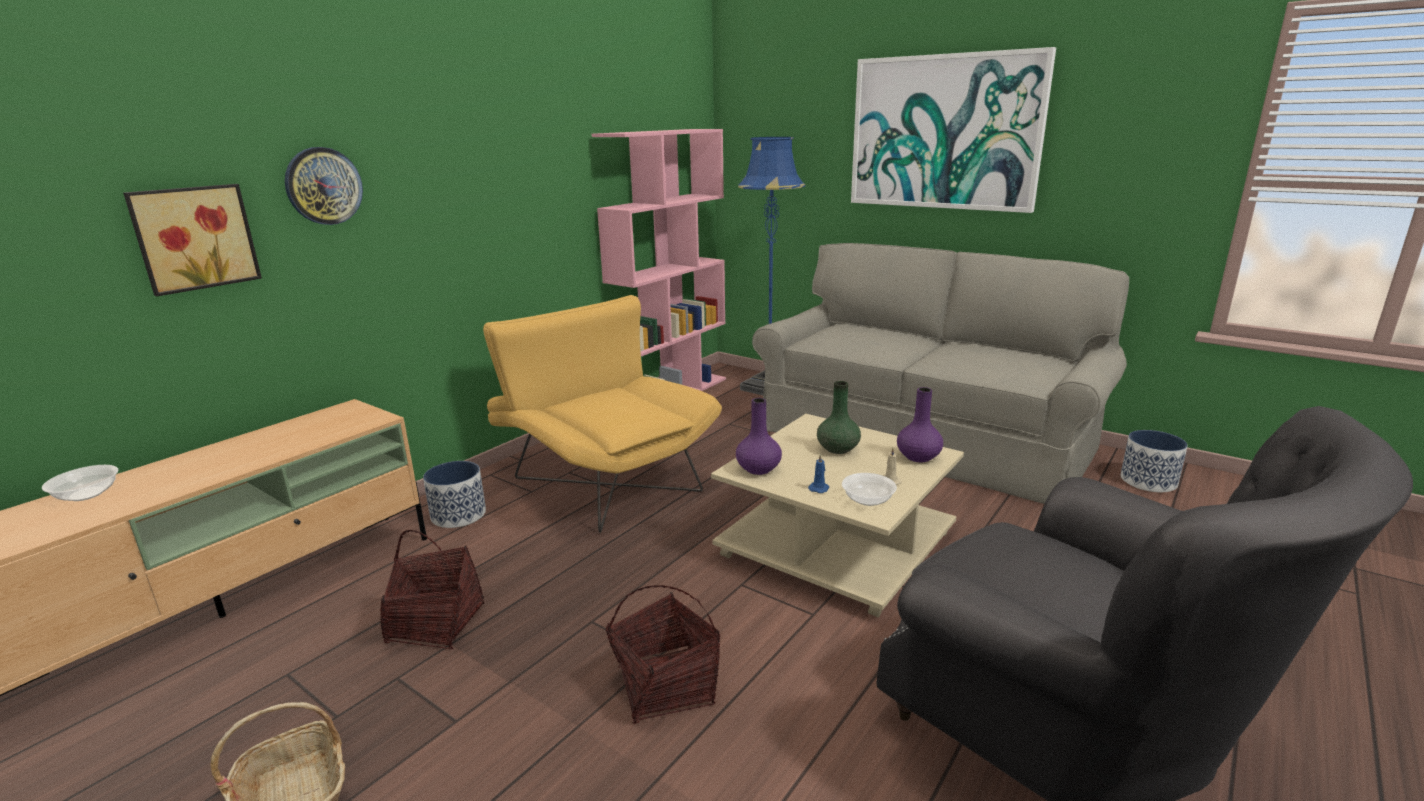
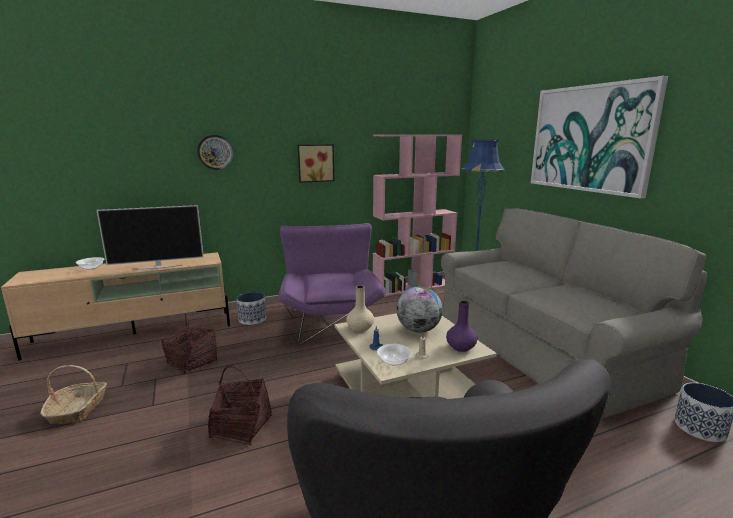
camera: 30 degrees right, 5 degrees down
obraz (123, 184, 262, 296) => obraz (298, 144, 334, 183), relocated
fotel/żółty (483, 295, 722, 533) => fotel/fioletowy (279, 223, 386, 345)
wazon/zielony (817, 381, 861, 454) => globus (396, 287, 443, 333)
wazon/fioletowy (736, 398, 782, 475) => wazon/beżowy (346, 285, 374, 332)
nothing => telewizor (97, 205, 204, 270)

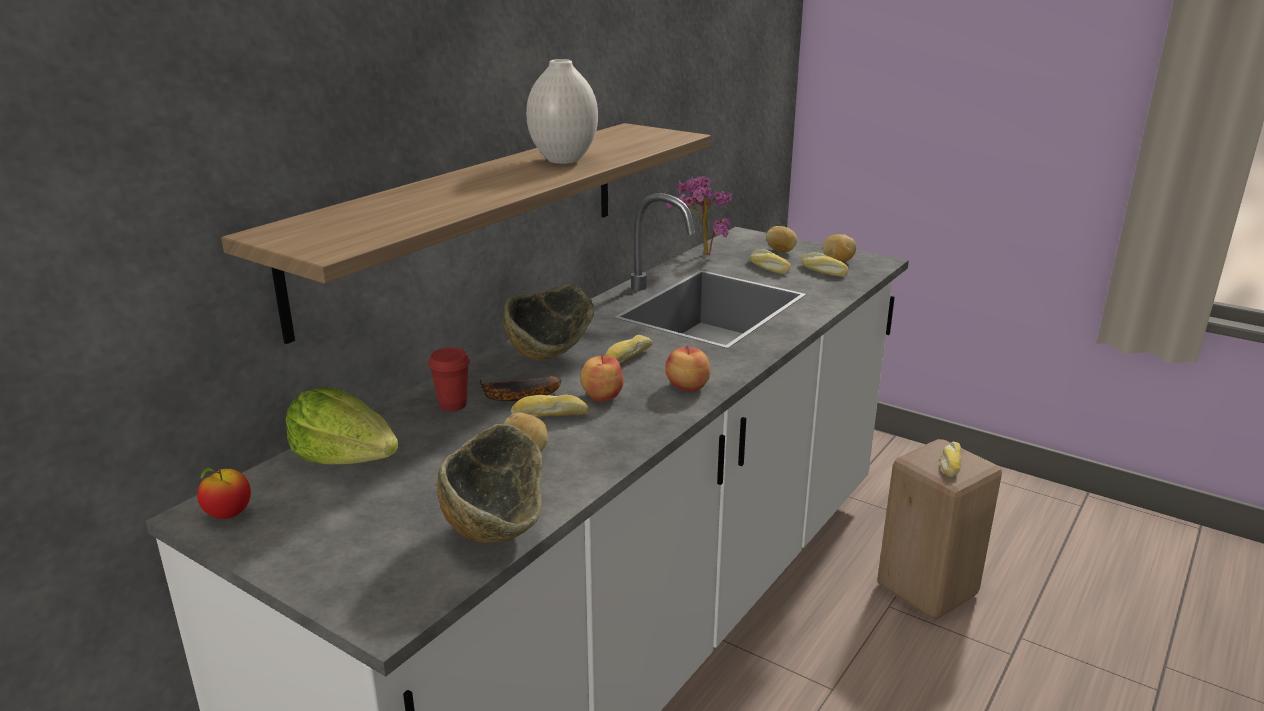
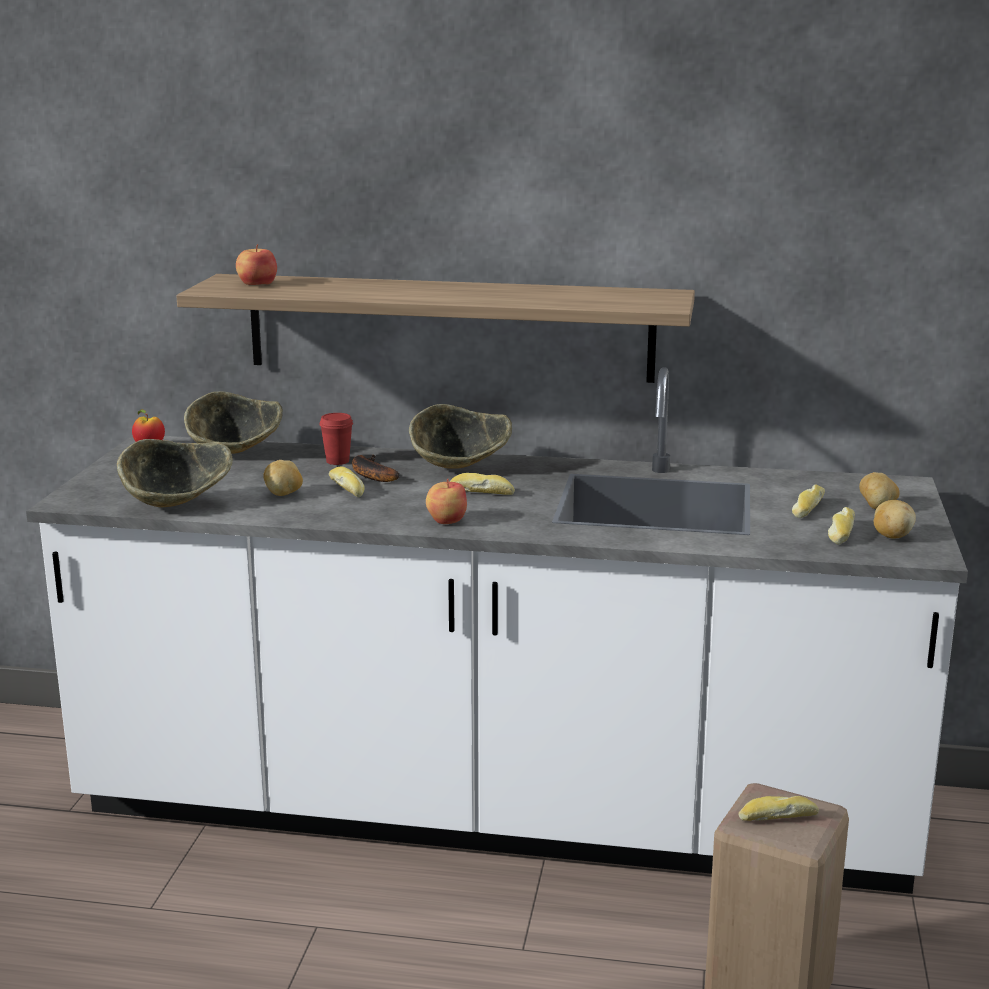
camera: 65 degrees right, 5 degrees down
wazon/biały (526, 59, 598, 164) => nothing
roślina doniczkowa (666, 176, 732, 255) => nothing
jabłko (580, 354, 624, 402) => jabłko (236, 244, 277, 285), relocated
sałata (286, 387, 399, 465) => miska (184, 391, 283, 454)

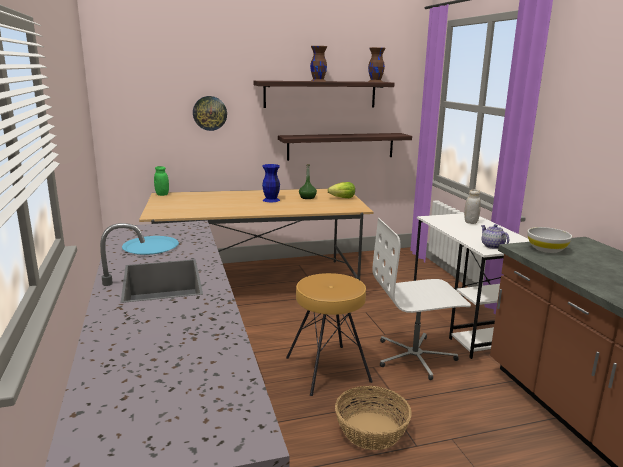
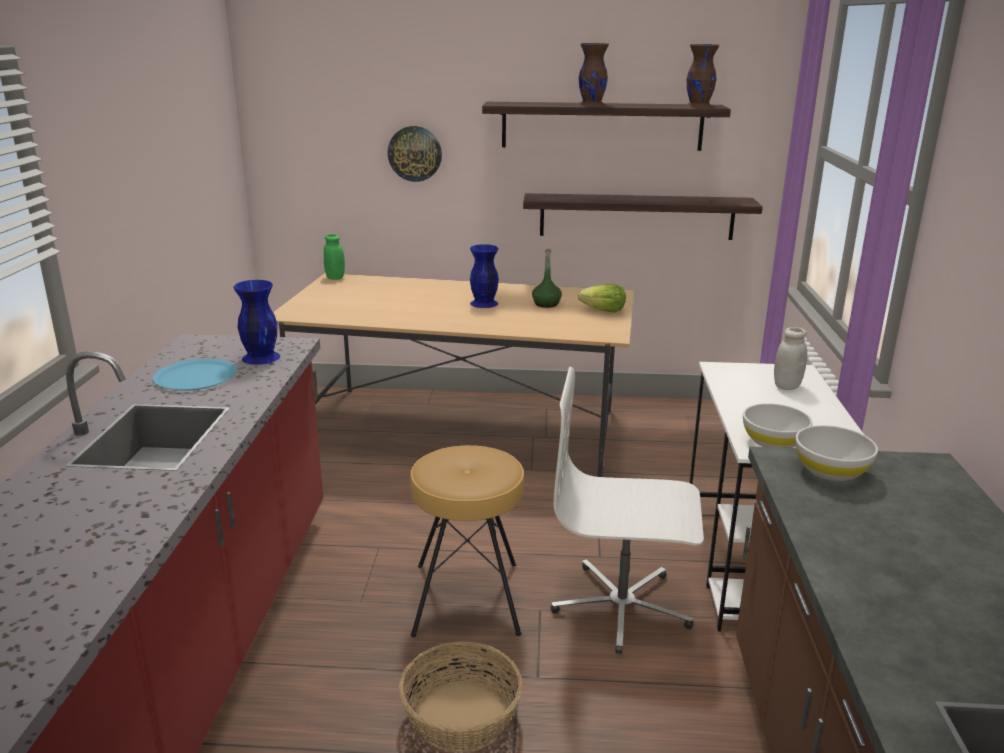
camera: 20 degrees right, 5 degrees up
imbryk (481, 224, 509, 249) => miska/biały (743, 403, 812, 448)
nothing => wazon/niebieski (233, 280, 280, 365)

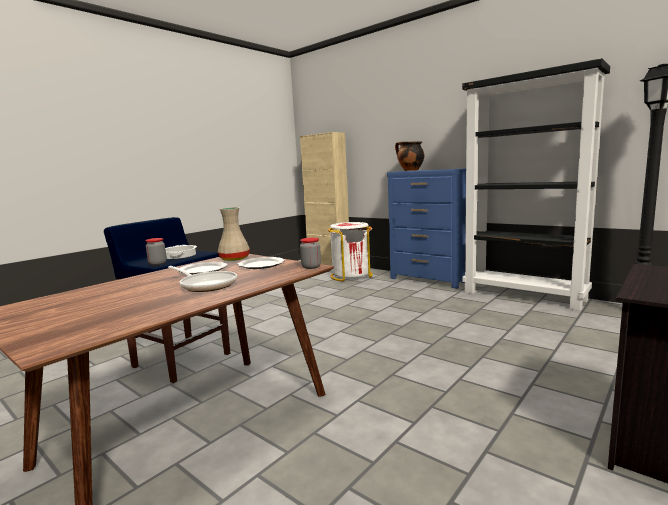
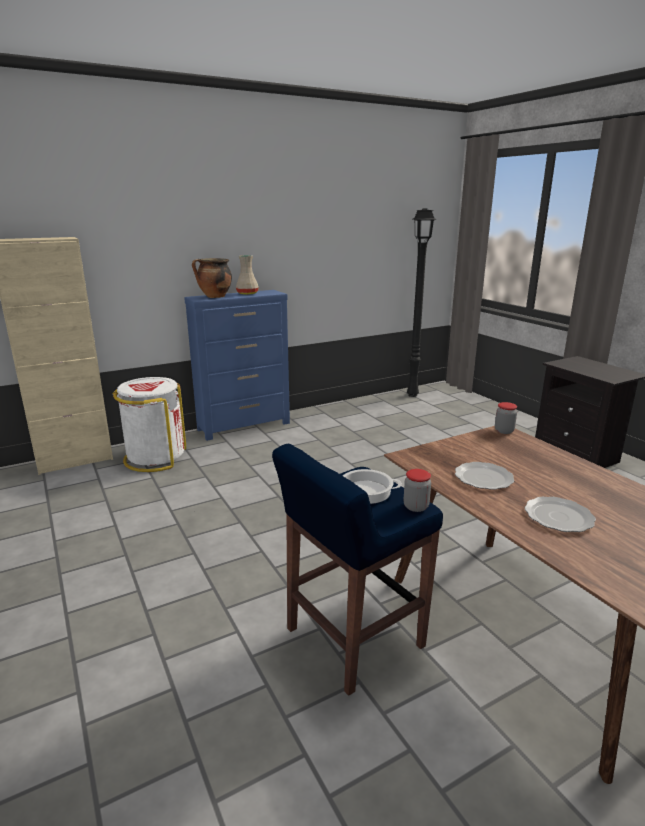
camera: 70 degrees left, 10 degrees up
regał/czarny (462, 58, 610, 311) => nothing
wazon/beżowy (218, 207, 250, 261) => wazon/beżowy (236, 255, 259, 295), relocated
talerz (238, 257, 285, 269) => talerz (525, 497, 596, 532), relocated
patelnia (168, 266, 237, 292) => nothing

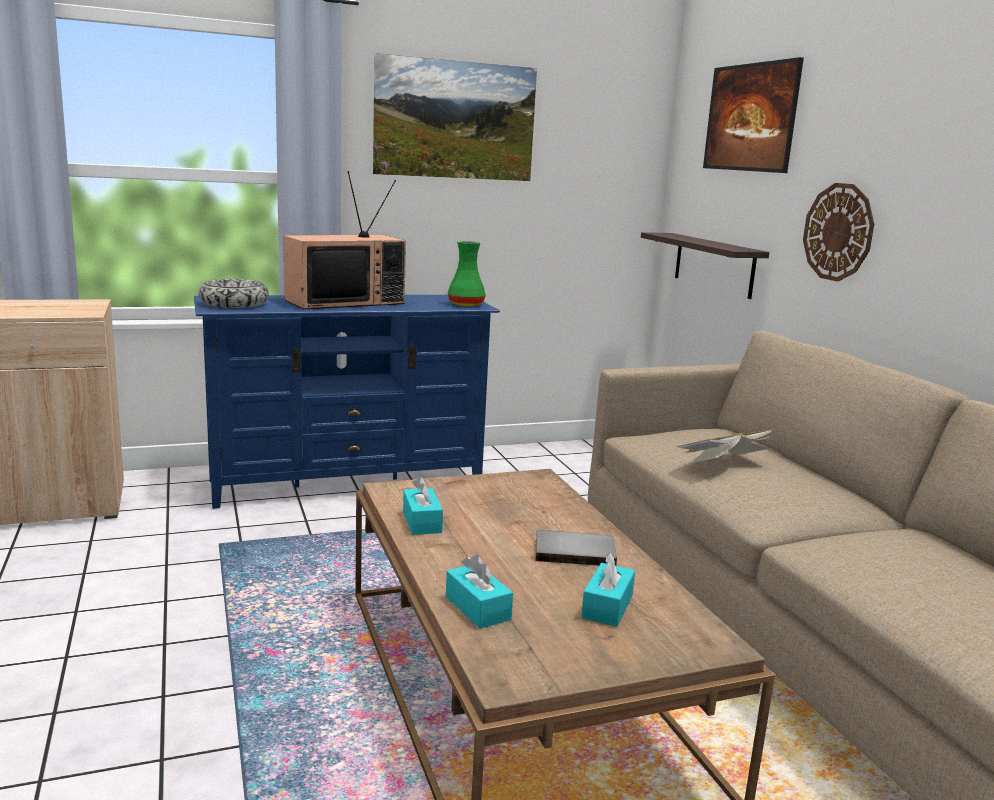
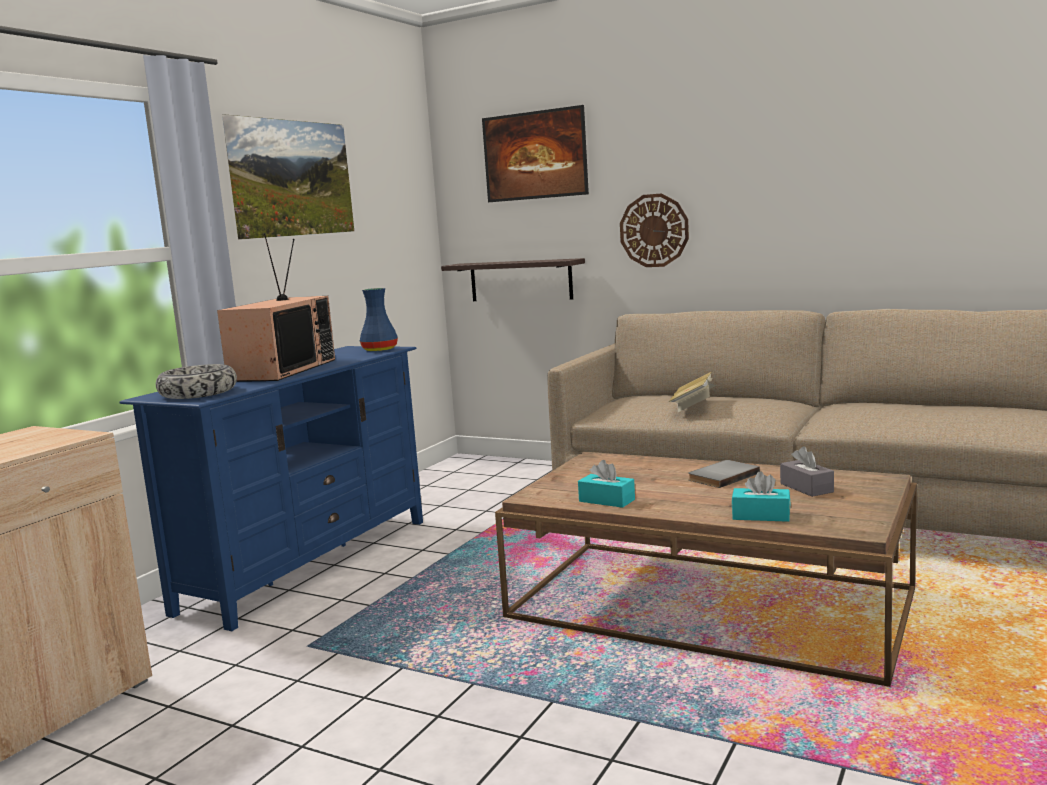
camera: 40 degrees left, 5 degrees down
wazon/zielony (448, 241, 486, 307) => wazon/niebieski (360, 288, 398, 352)
pudełko chusteczek/turkusowy (581, 553, 635, 627) => pudełko chusteczek/szary (780, 446, 834, 497)

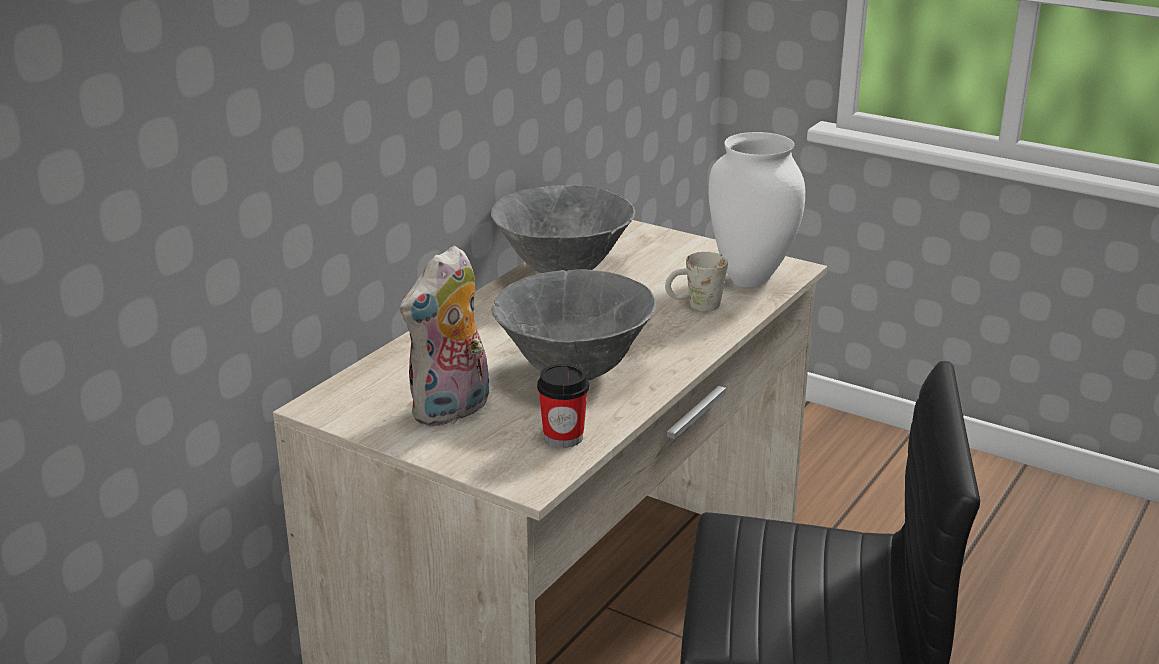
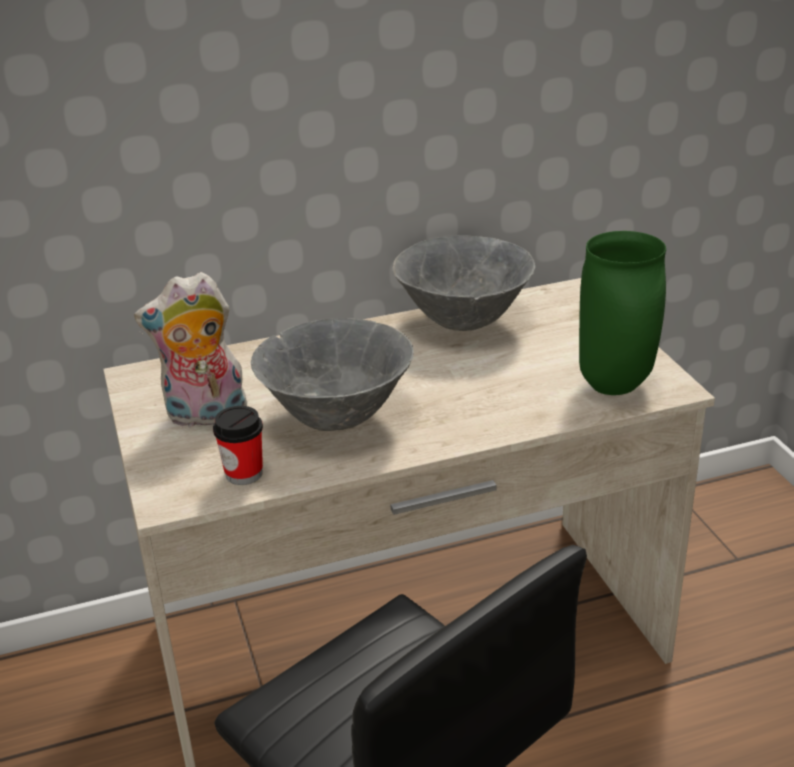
camera: 40 degrees right, 5 degrees up
wazon/biały (708, 132, 805, 287) => wazon/zielony (579, 231, 666, 395)
kubek/biały (665, 252, 728, 312) => nothing

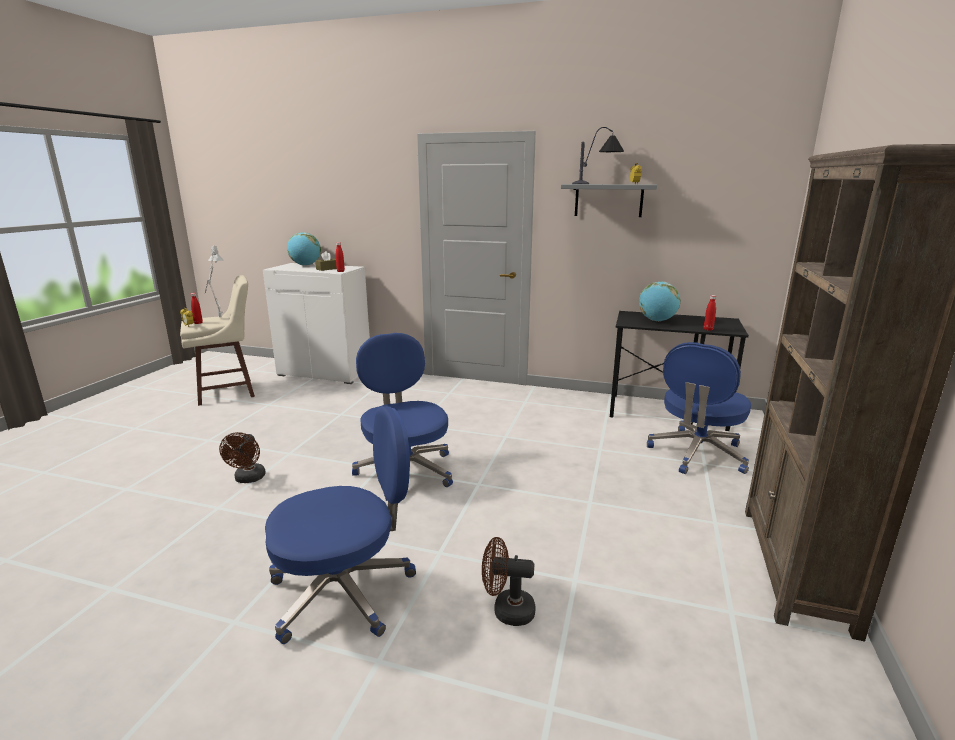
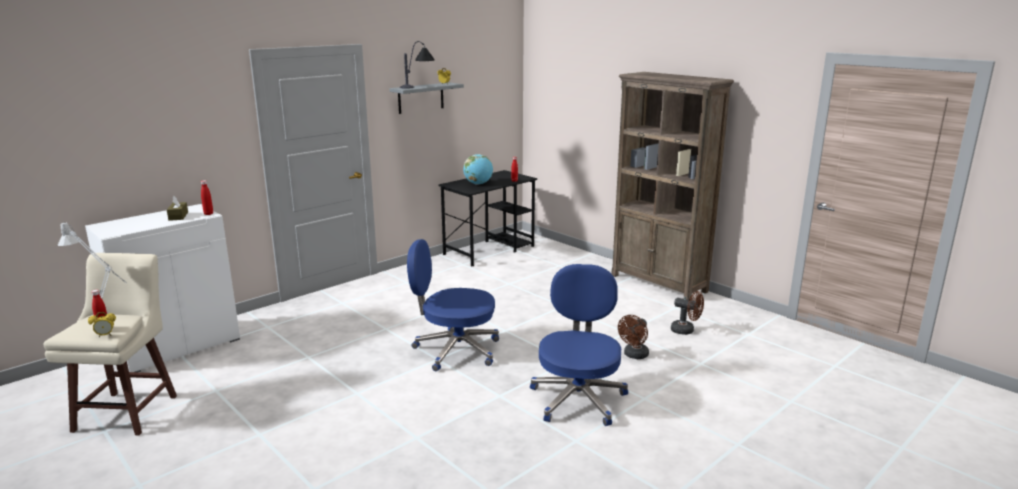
camera: 60 degrees left, 0 degrees up
globus (287, 232, 321, 266) => nothing
krzesło biurowe/niebieski (647, 342, 751, 474) => nothing
wentylator/brązowy (219, 432, 266, 483) => wentylator/brązowy (671, 291, 704, 335), relocated

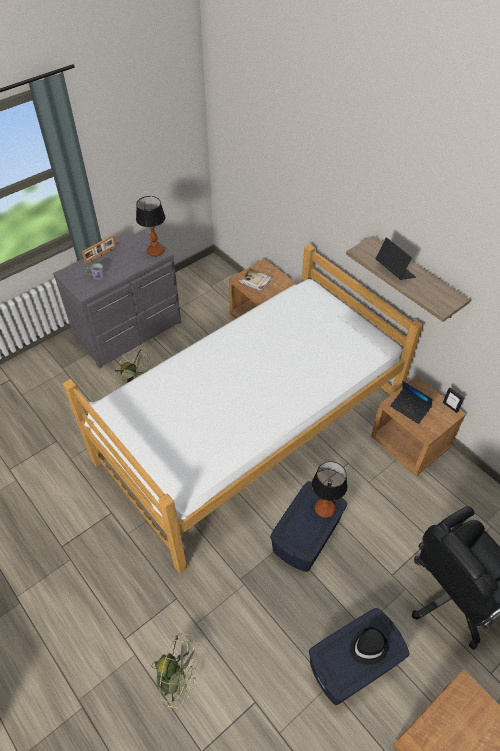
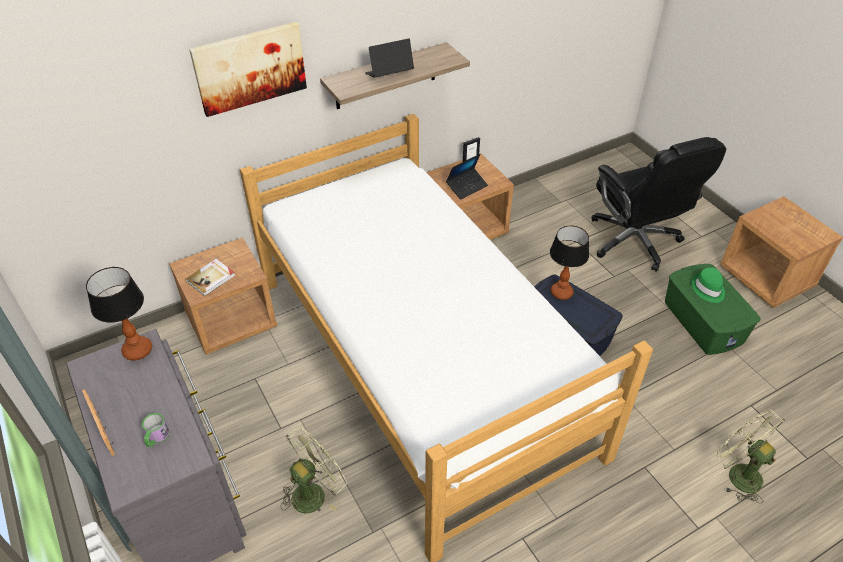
camera: 80 degrees left, 5 degrees down
pojemnik do przechowywania/niebieski (309, 608, 409, 705) => pojemnik do przechowywania/zielony (665, 264, 761, 355)
kapelusz/czarny (350, 628, 388, 665) => kapelusz/zielony (692, 267, 725, 303)
wentylator/zielony (152, 633, 199, 708) => wentylator/zielony (715, 410, 785, 504), 60 degrees counterclockwise
nothing => obraz (189, 22, 307, 117)

